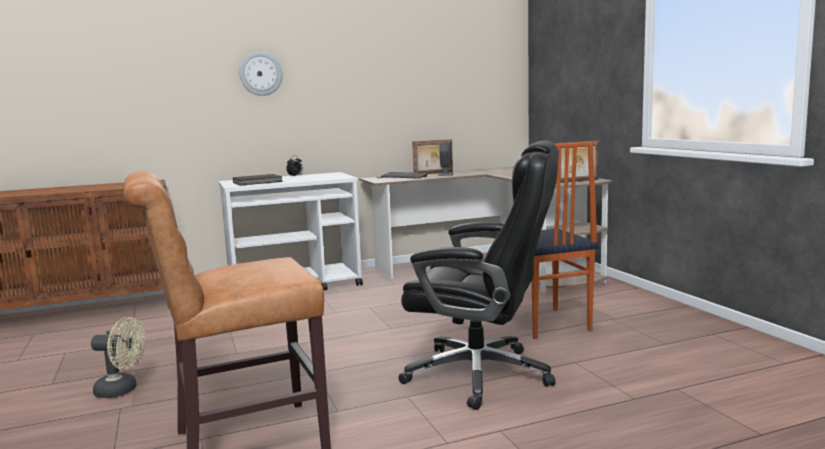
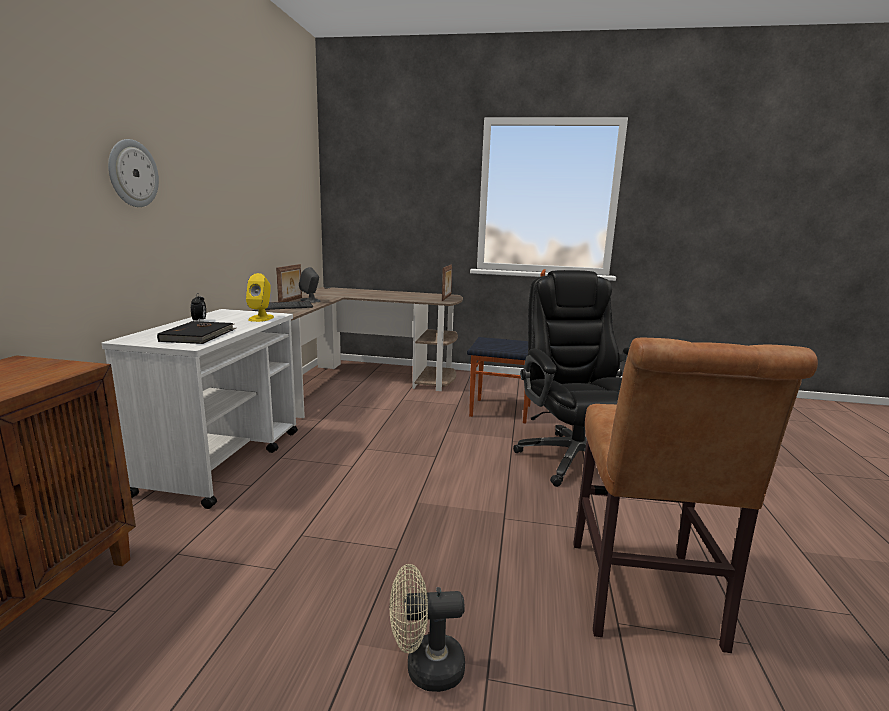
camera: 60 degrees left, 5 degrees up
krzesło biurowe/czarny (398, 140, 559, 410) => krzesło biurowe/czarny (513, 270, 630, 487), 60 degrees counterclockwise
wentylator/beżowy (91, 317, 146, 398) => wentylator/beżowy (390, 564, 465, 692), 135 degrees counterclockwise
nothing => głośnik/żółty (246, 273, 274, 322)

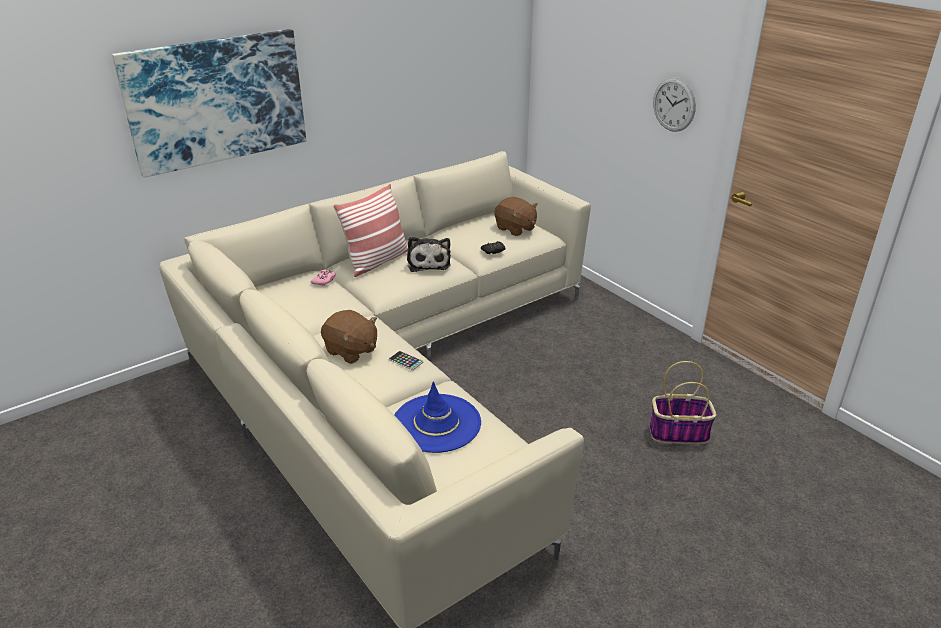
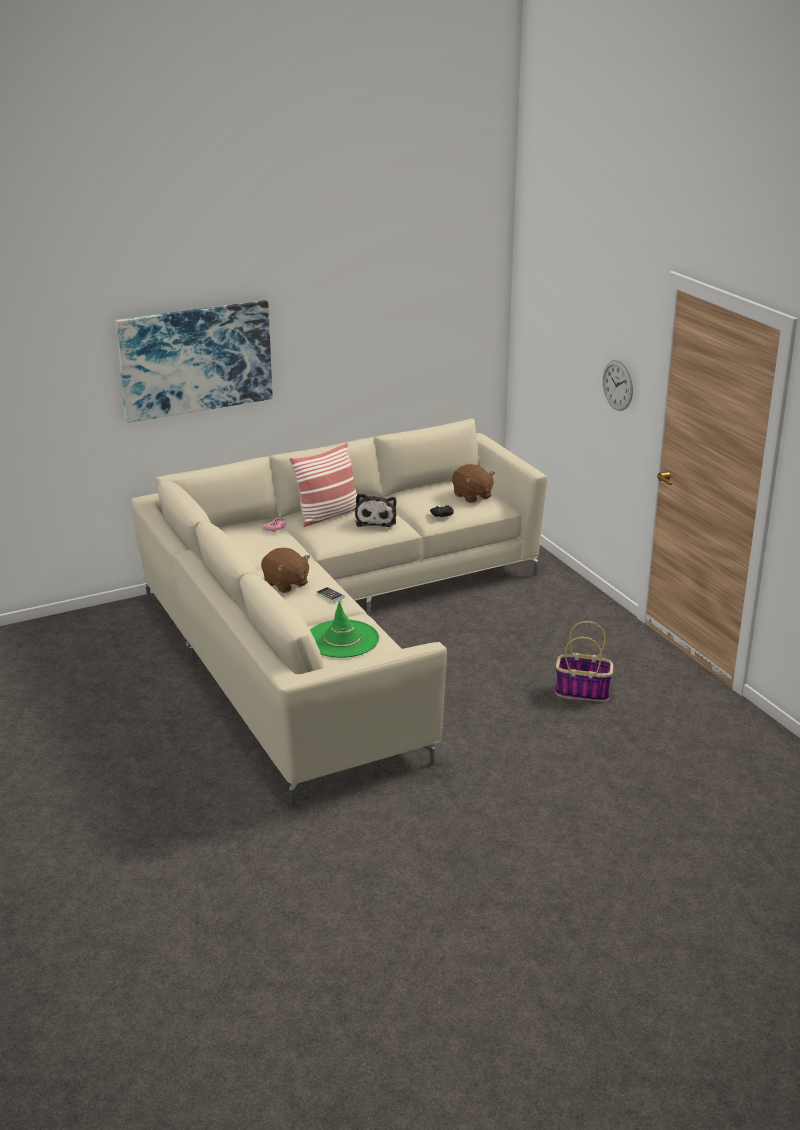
camera: 10 degrees right, 5 degrees down
kapelusz/niebieski (394, 381, 481, 453) => kapelusz/zielony (310, 601, 379, 658)

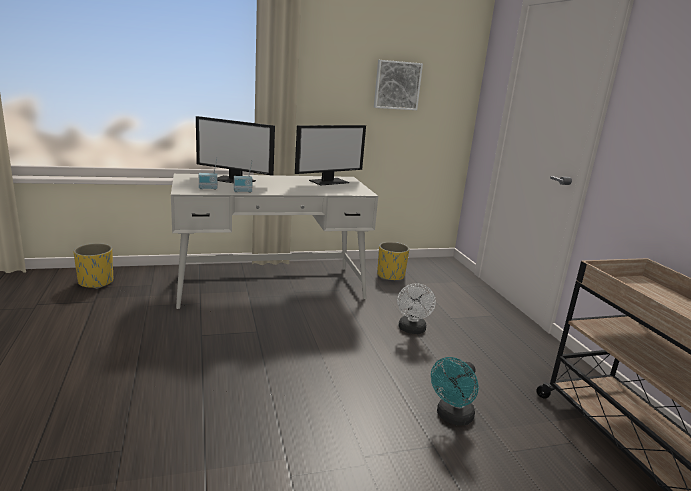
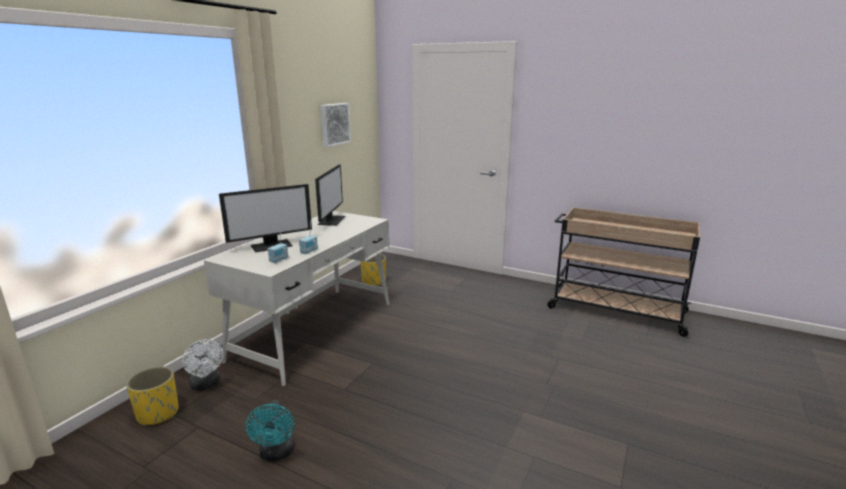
camera: 45 degrees left, 0 degrees up
wentylator/biały (397, 283, 436, 334) => wentylator/biały (182, 339, 223, 390), relocated
wentylator/turkusowy (431, 357, 479, 426) => wentylator/turkusowy (245, 400, 295, 461), relocated

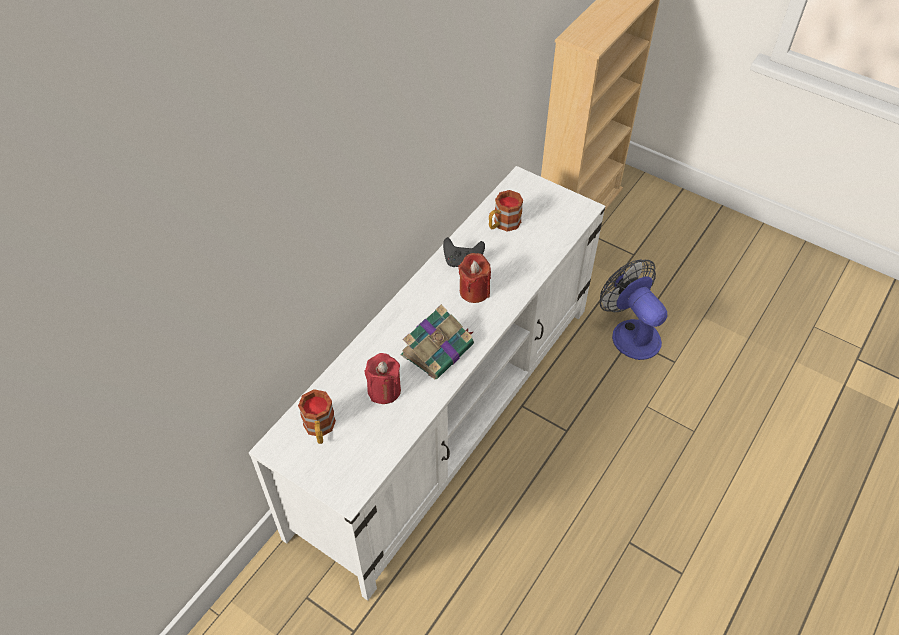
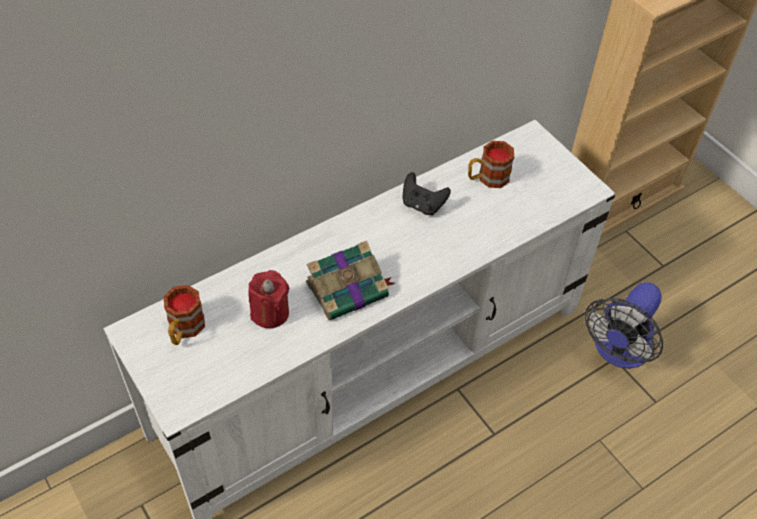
camera: 20 degrees right, 0 degrees up
świeca/czerwony (458, 253, 491, 303) => nothing
wentylator (600, 260, 667, 360) => wentylator (585, 282, 663, 369), 135 degrees counterclockwise

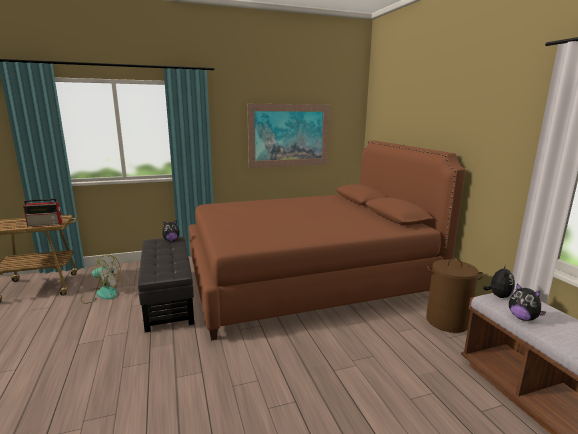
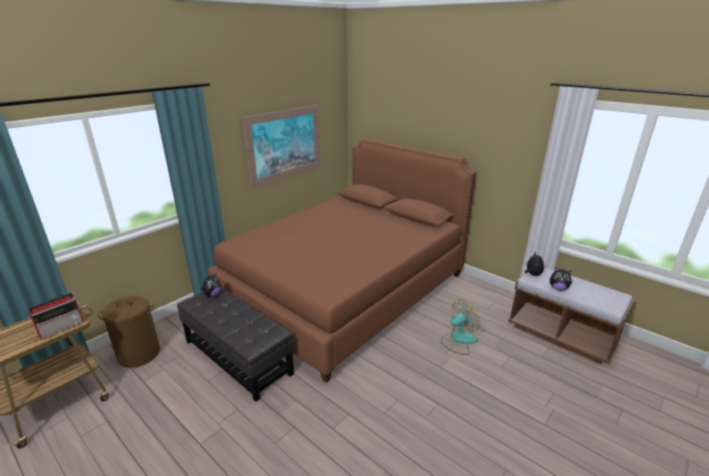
camera: 30 degrees left, 10 degrees up
wentylator (81, 254, 121, 304) => wentylator (441, 299, 480, 355), relocated
kosz na pranie/brązowy (426, 258, 484, 333) => kosz na pranie/brązowy (98, 296, 160, 368), relocated

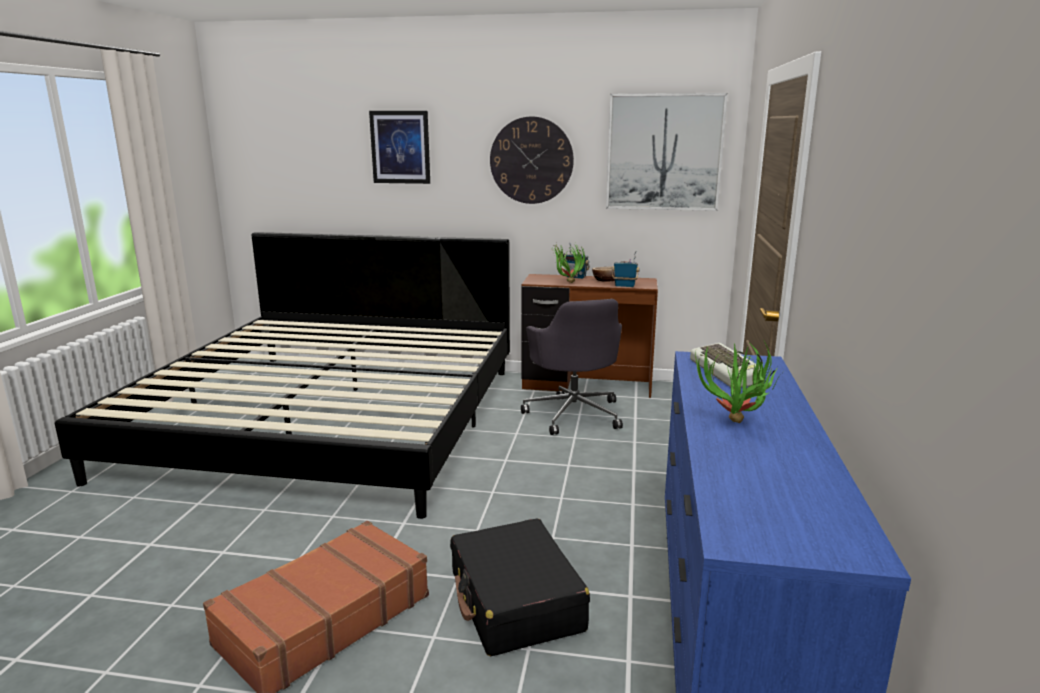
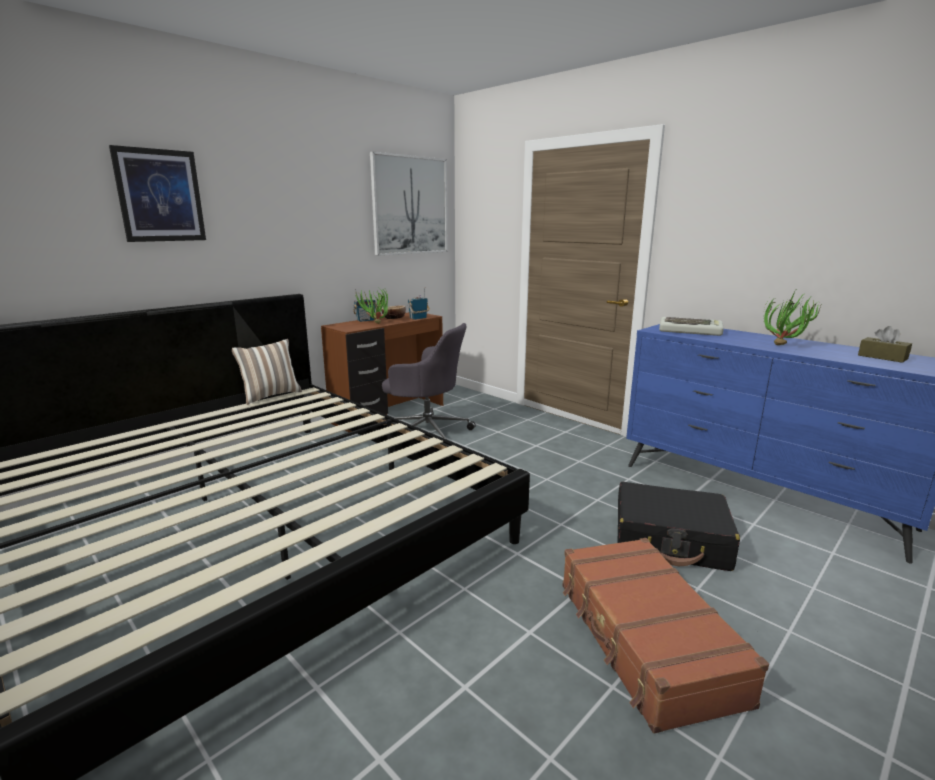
camera: 55 degrees left, 0 degrees up
zegar ścienny (490, 117, 574, 204) => nothing
nothing => pudełko chusteczek/brązowy (858, 326, 912, 363)
nothing => poduszka (232, 339, 302, 405)

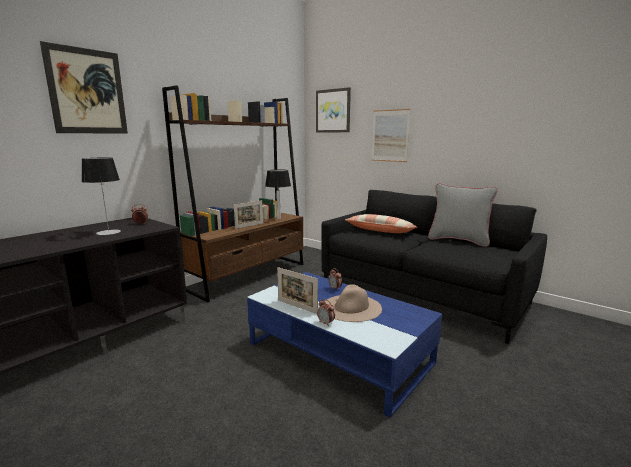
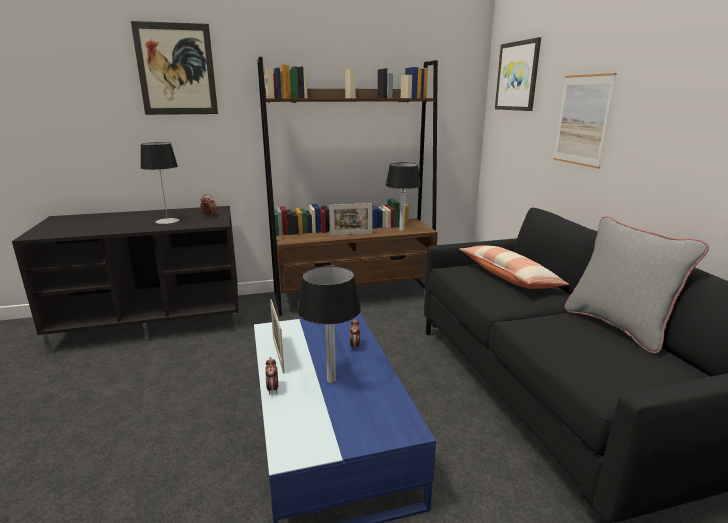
camera: 35 degrees right, 5 degrees up
kapelusz/beżowy (325, 284, 382, 322) => lampa stołowa (298, 266, 361, 383)

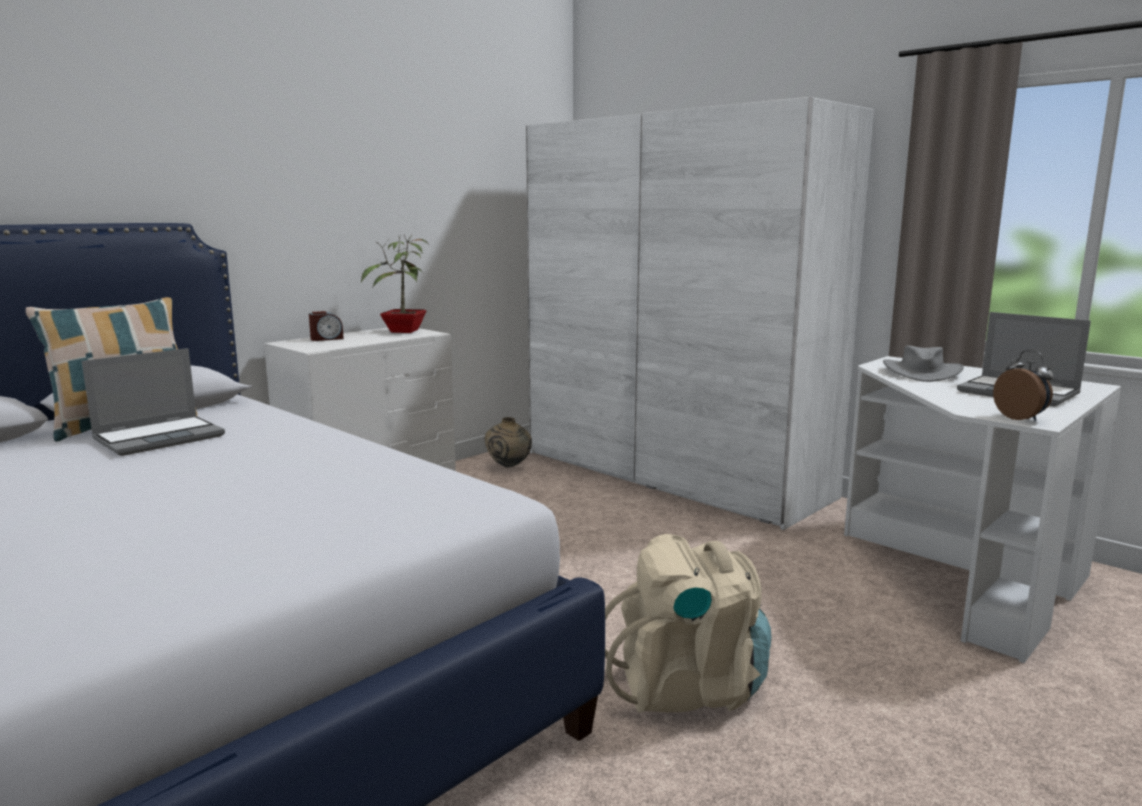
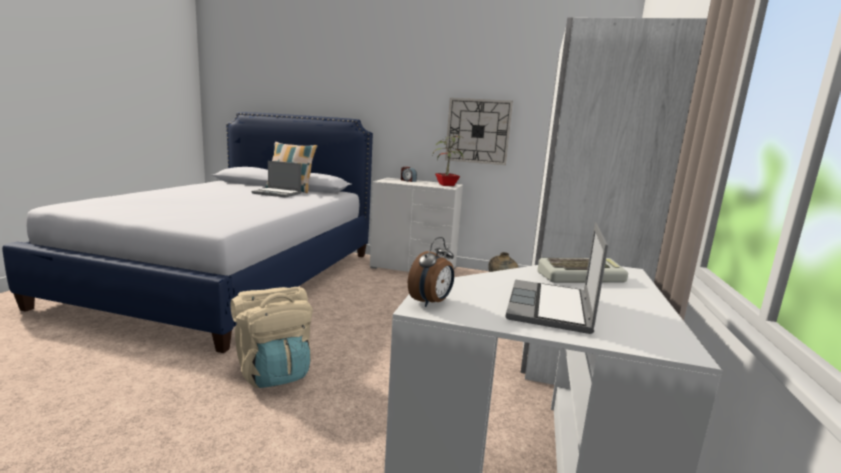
camera: 60 degrees right, 0 degrees up
kapelusz/szary (883, 345, 964, 382) => klawiatura (537, 258, 628, 283)
nothing => zegar ścienny (445, 98, 513, 165)

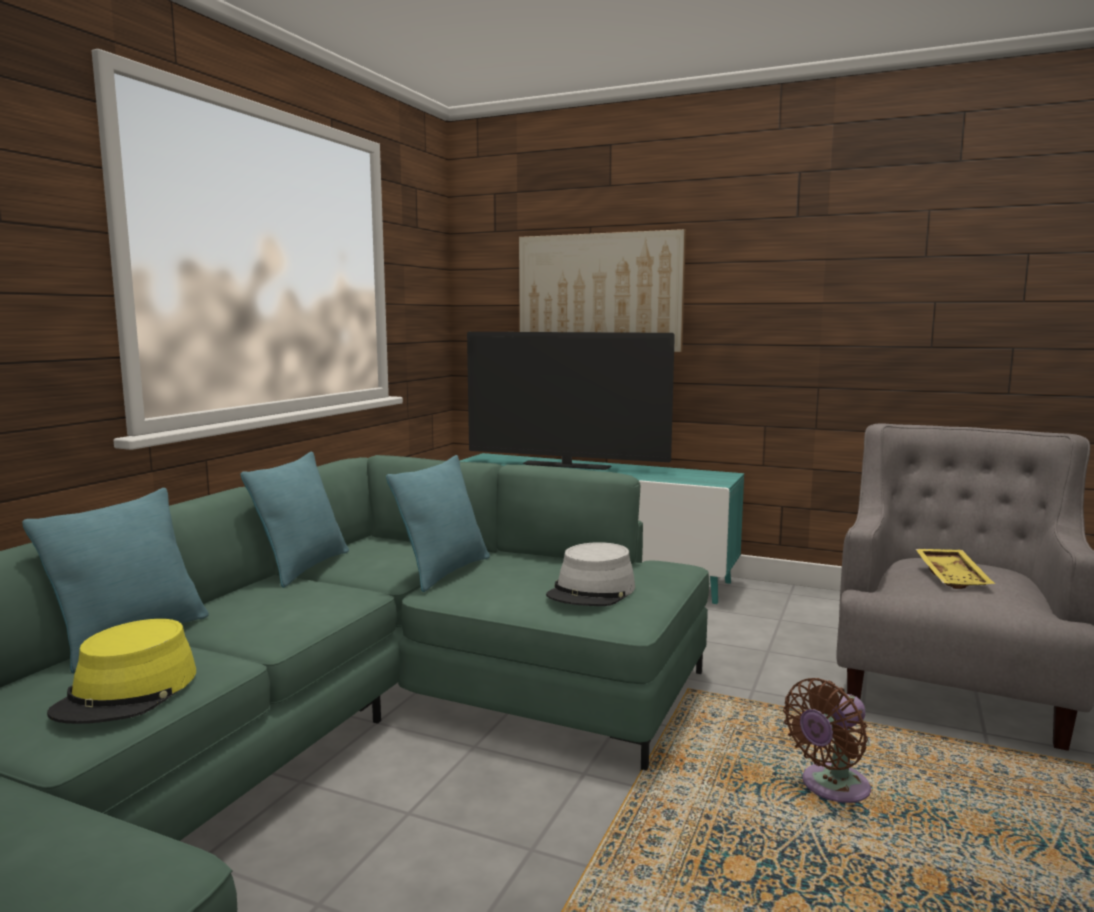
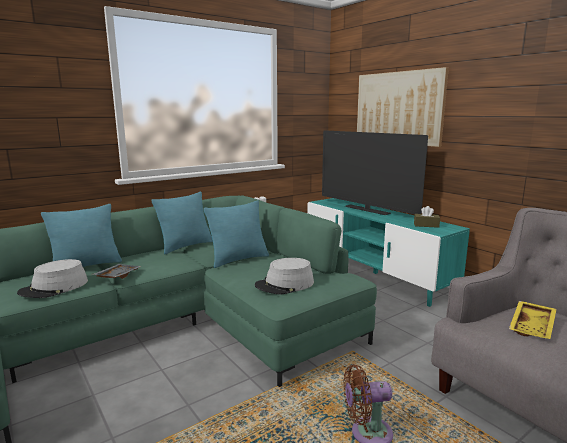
camera: 30 degrees right, 5 degrees up
kapelusz/żółty (47, 619, 196, 724) => kapelusz/szary (17, 259, 88, 298)
nothing => pudełko chusteczek/brązowy (414, 206, 440, 228)
nothing => taca/szary (93, 264, 141, 279)

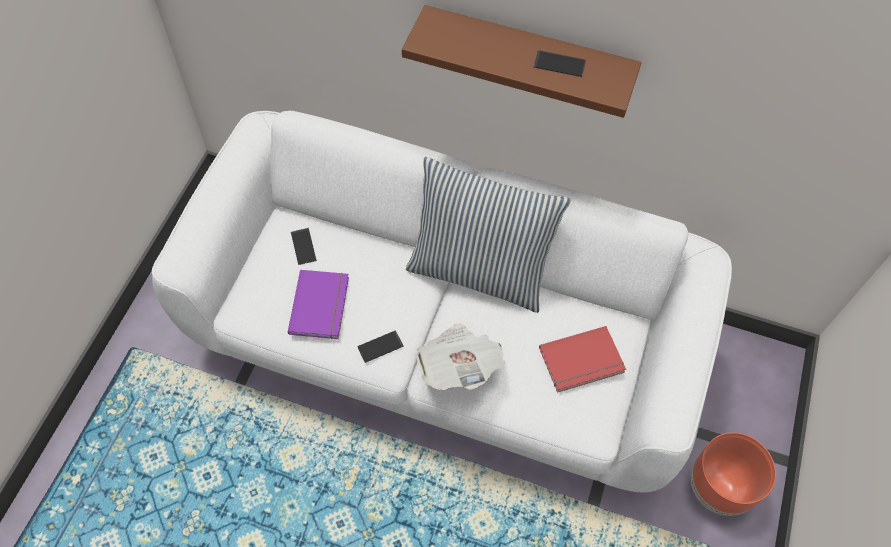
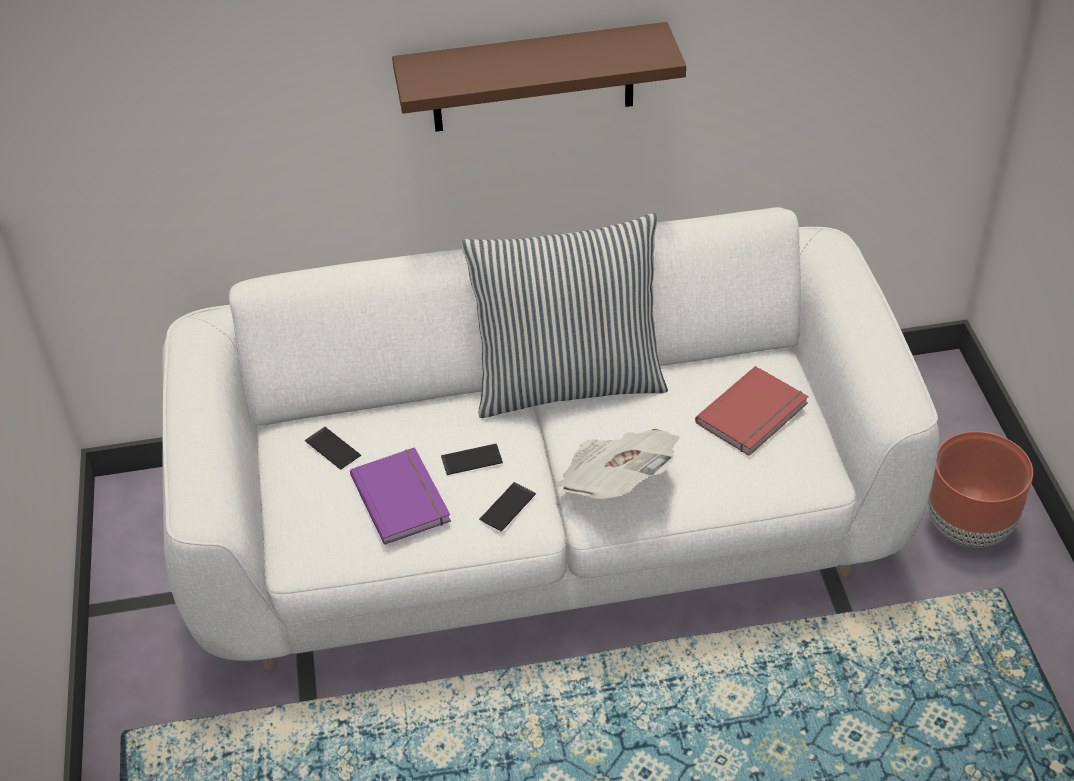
camera: 25 degrees left, 15 degrees down
telefon (534, 50, 586, 77) => telefon (441, 443, 503, 475), relocated

